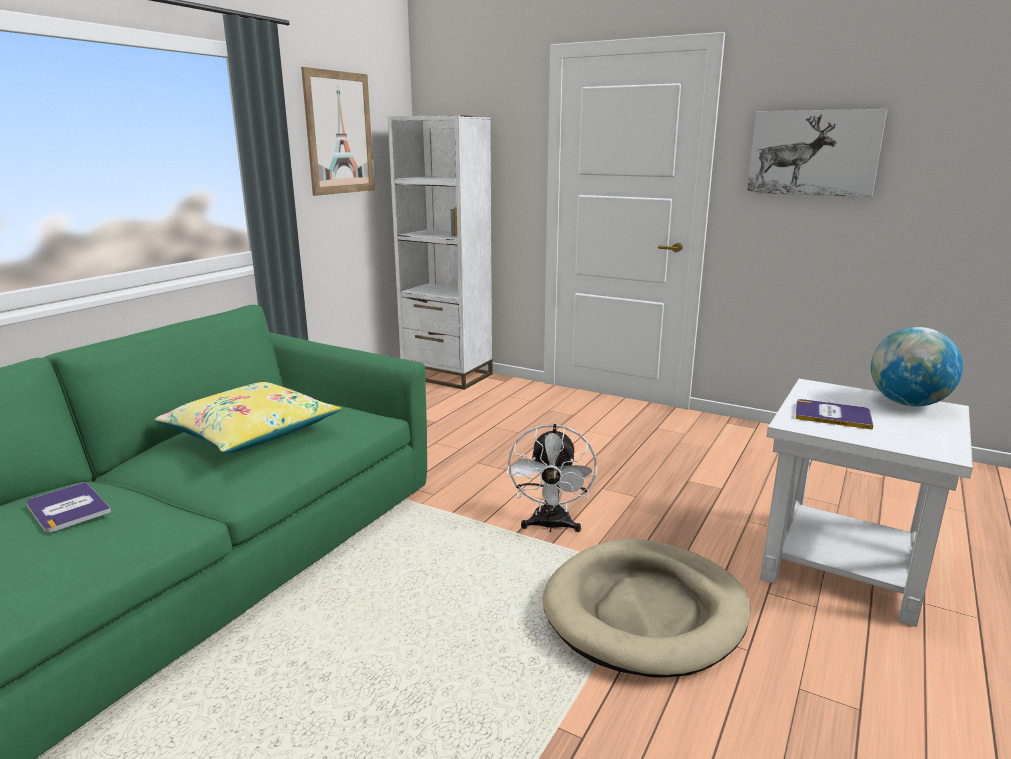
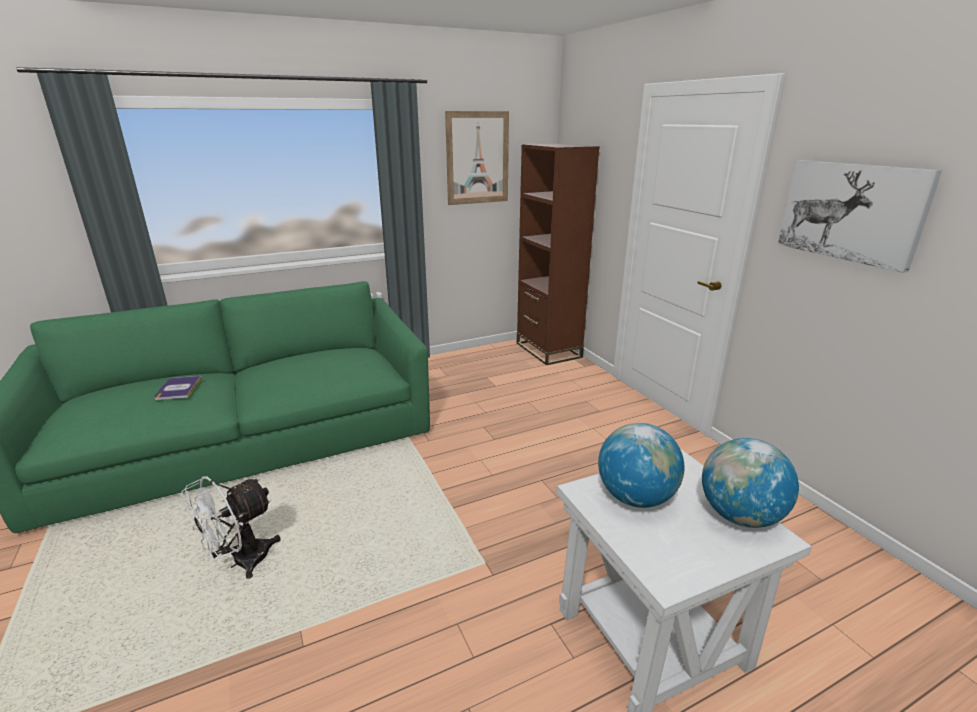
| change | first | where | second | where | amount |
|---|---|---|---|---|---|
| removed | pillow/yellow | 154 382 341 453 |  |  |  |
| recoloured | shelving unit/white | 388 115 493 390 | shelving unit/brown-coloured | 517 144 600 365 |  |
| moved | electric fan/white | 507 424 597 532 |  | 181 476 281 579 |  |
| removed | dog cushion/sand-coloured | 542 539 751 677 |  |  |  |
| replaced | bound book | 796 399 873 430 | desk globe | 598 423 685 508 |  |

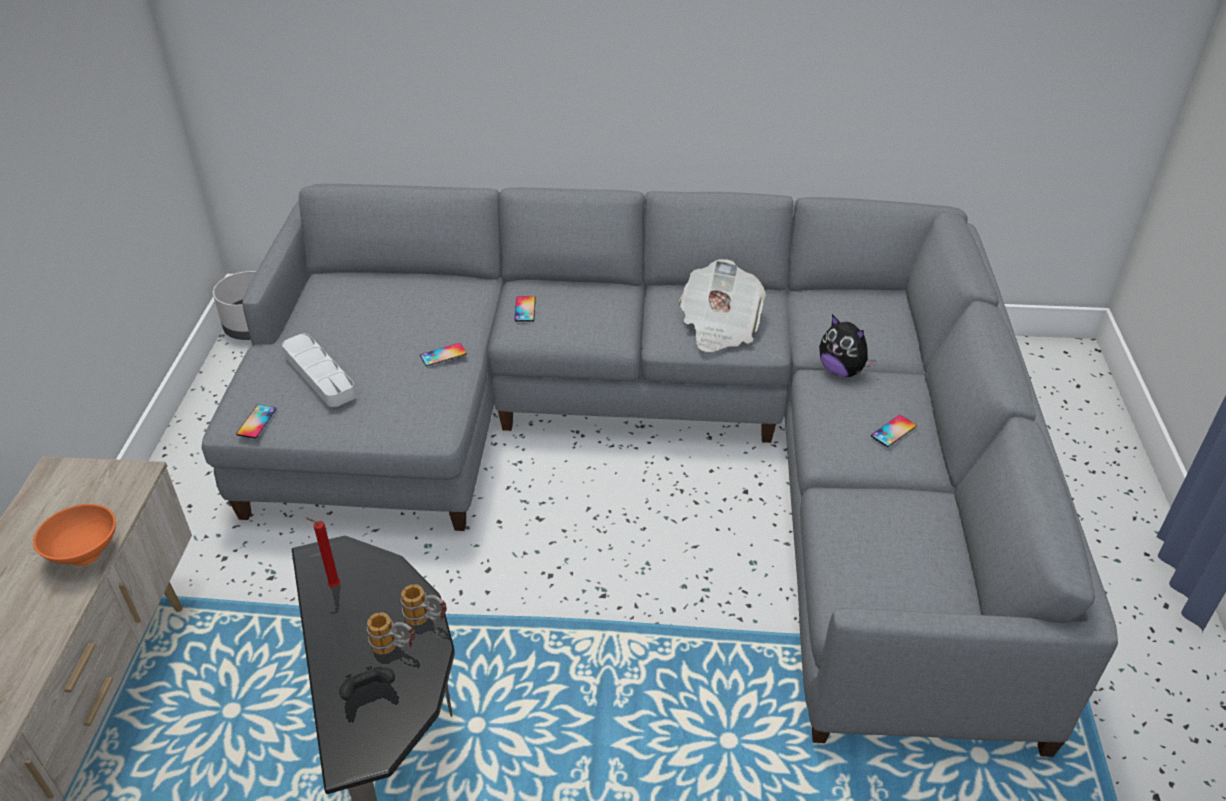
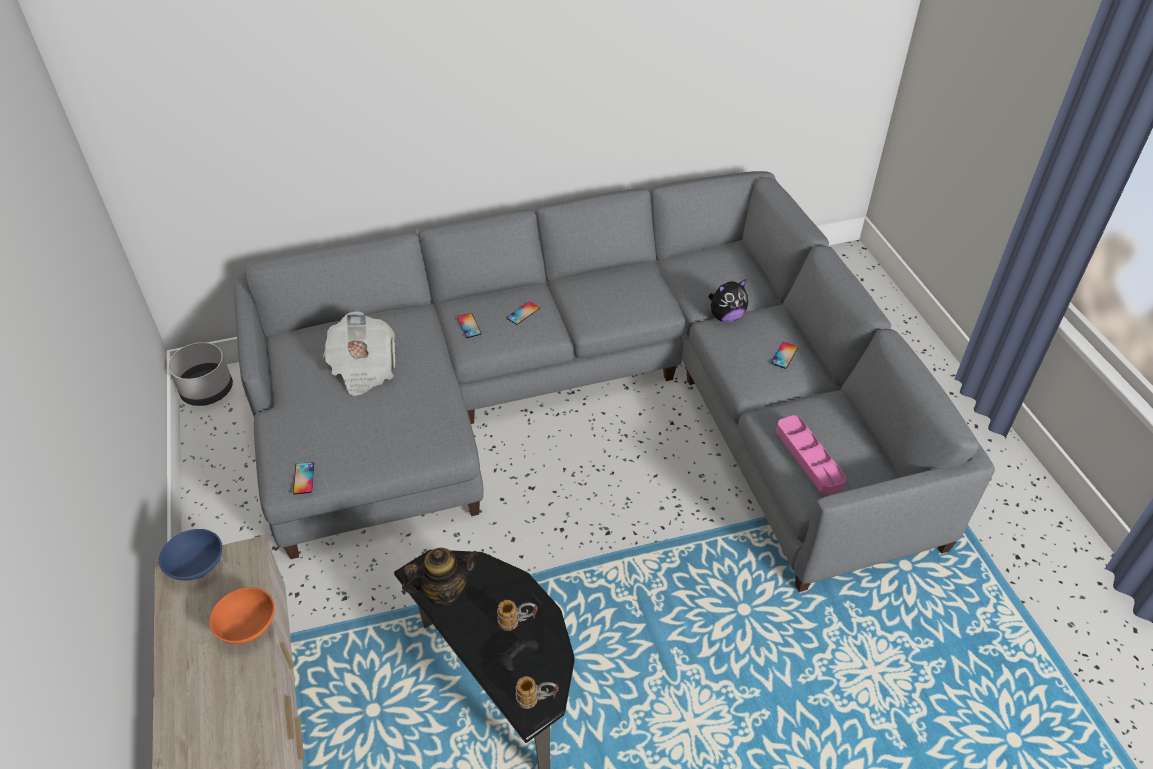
| change | first | where | second | where | amount |
|---|---|---|---|---|---|
| removed | carrying tray/greyish | 282 334 356 407 |  |  |  |
| replaced | candle/red | 306 518 340 587 | pot for tea | 402 548 478 606 |  |
| moved | mug | 401 584 447 625 |  | 516 676 559 709 |  |
| moved | phone | 420 343 467 366 |  | 506 301 540 325 |  |
| moved | printed paper | 679 259 766 352 |  | 323 311 395 396 |  |
| turned | soft toy | 819 314 876 377 |  | 708 279 748 322 | 45 degrees counterclockwise |
| added |  |  | bowl/blue-coloured | 159 529 222 581 |  |
| added |  |  | carrying tray/pinkish | 776 415 846 495 |  |

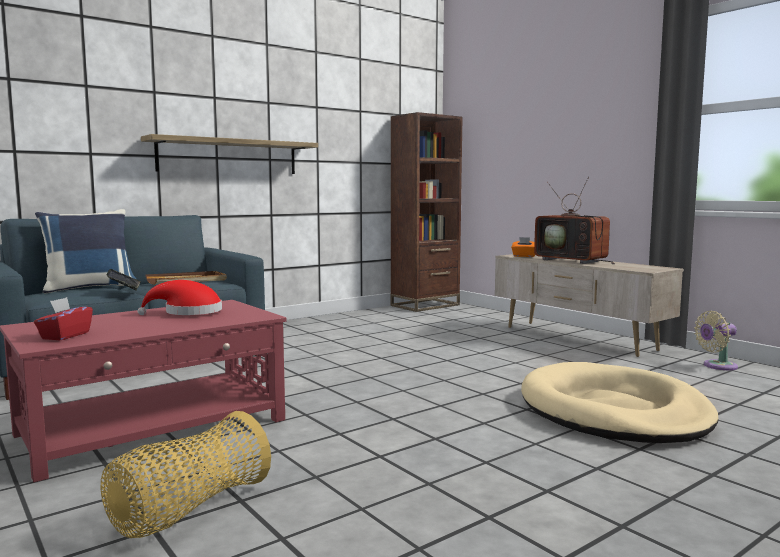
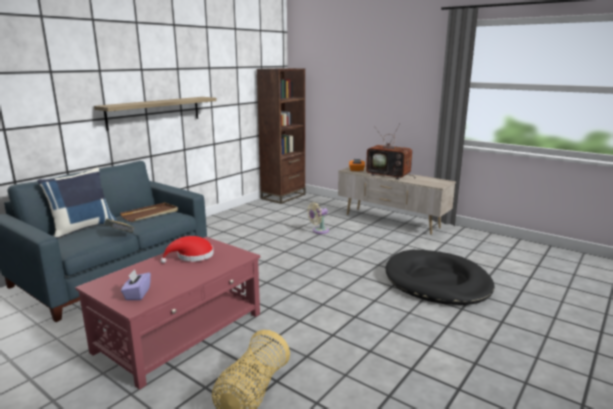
| change | first | where | second | where | amount |
|---|---|---|---|---|---|
| recoloured | tissue box/red | 34 297 93 340 | tissue box/purple-coloured | 121 269 151 300 |  |
| recoloured | dog cushion/sand-coloured | 521 362 718 443 | dog cushion/blackish | 386 250 495 305 |  |
| moved | electric fan/sand-coloured | 694 311 738 370 |  | 307 202 329 234 |  |

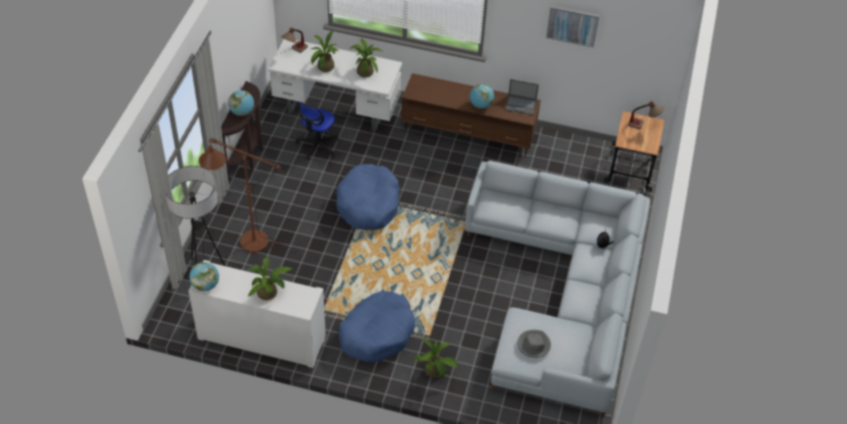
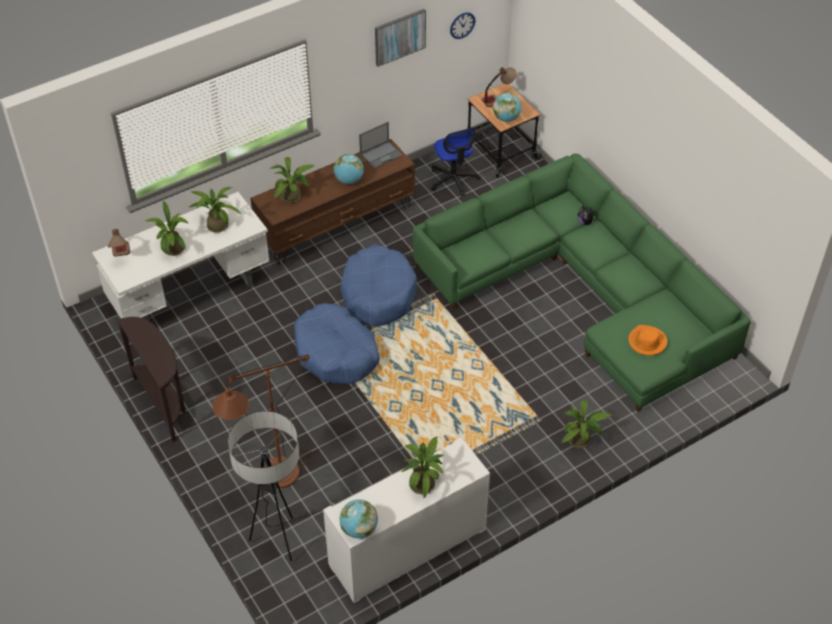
| change | first | where | second | where | amount |
|---|---|---|---|---|---|
| moved | desk globe | 228 90 254 116 |  | 493 93 522 122 |  |
| moved | computer chair | 295 102 339 160 |  | 431 128 480 197 |  |
| moved | dog cushion/blue-coloured | 339 291 415 362 |  | 340 245 417 326 |  |
| recoloured | couch/greyish | 465 160 650 416 | couch/greenish | 413 154 751 412 |  |
| recoloured | clothing hat/greyish | 517 330 551 358 | clothing hat/orange | 628 325 667 356 |  |
| added |  |  | potted plant | 270 157 315 203 |  |
| added |  |  | hanging clock | 450 12 475 39 |  |

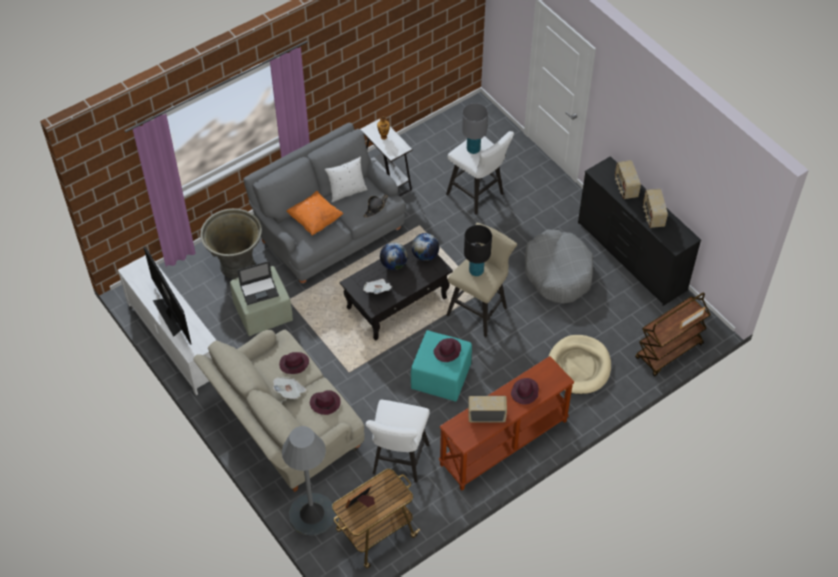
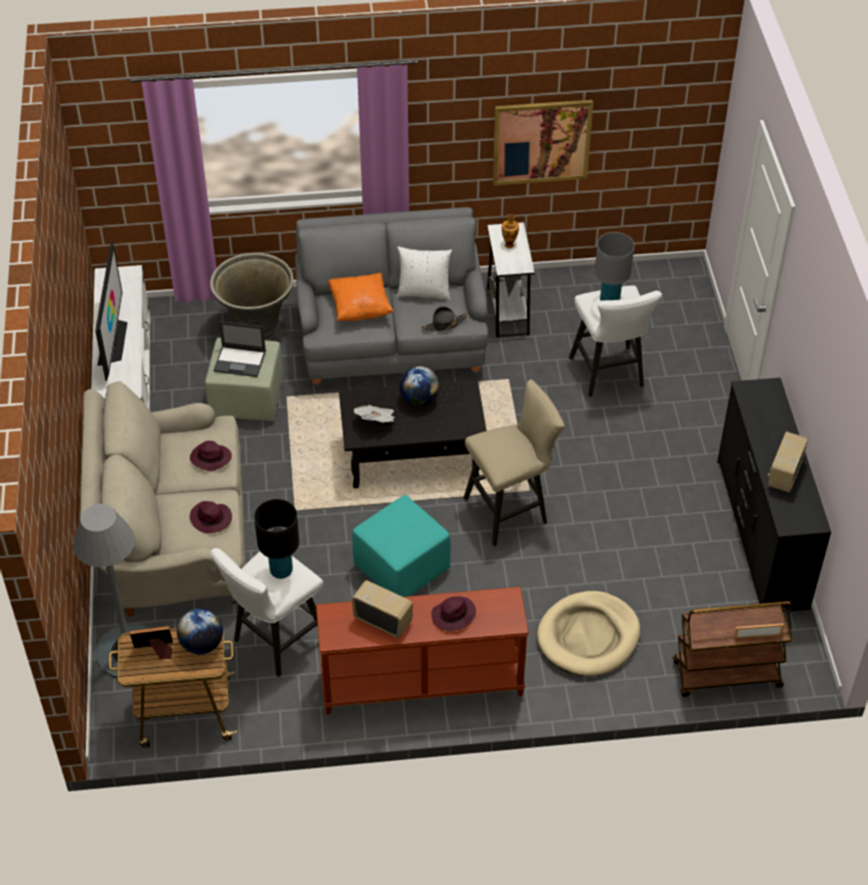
| change | first | where | second | where | amount |
|---|---|---|---|---|---|
| removed | printed paper | 273 377 307 399 |  |  |  |
| moved | desk globe | 411 233 439 261 |  | 177 608 223 654 |  |
| removed | clothing hat/purple-coloured | 433 338 461 362 |  |  |  |
| moved | lamp for a table/blackish | 464 225 492 276 |  | 254 499 299 579 |  |
| removed | dog cushion/greyish | 525 229 593 304 |  |  |  |
| removed | radio | 615 160 641 199 |  |  |  |
| added |  |  | wall picture | 493 100 593 185 |  |

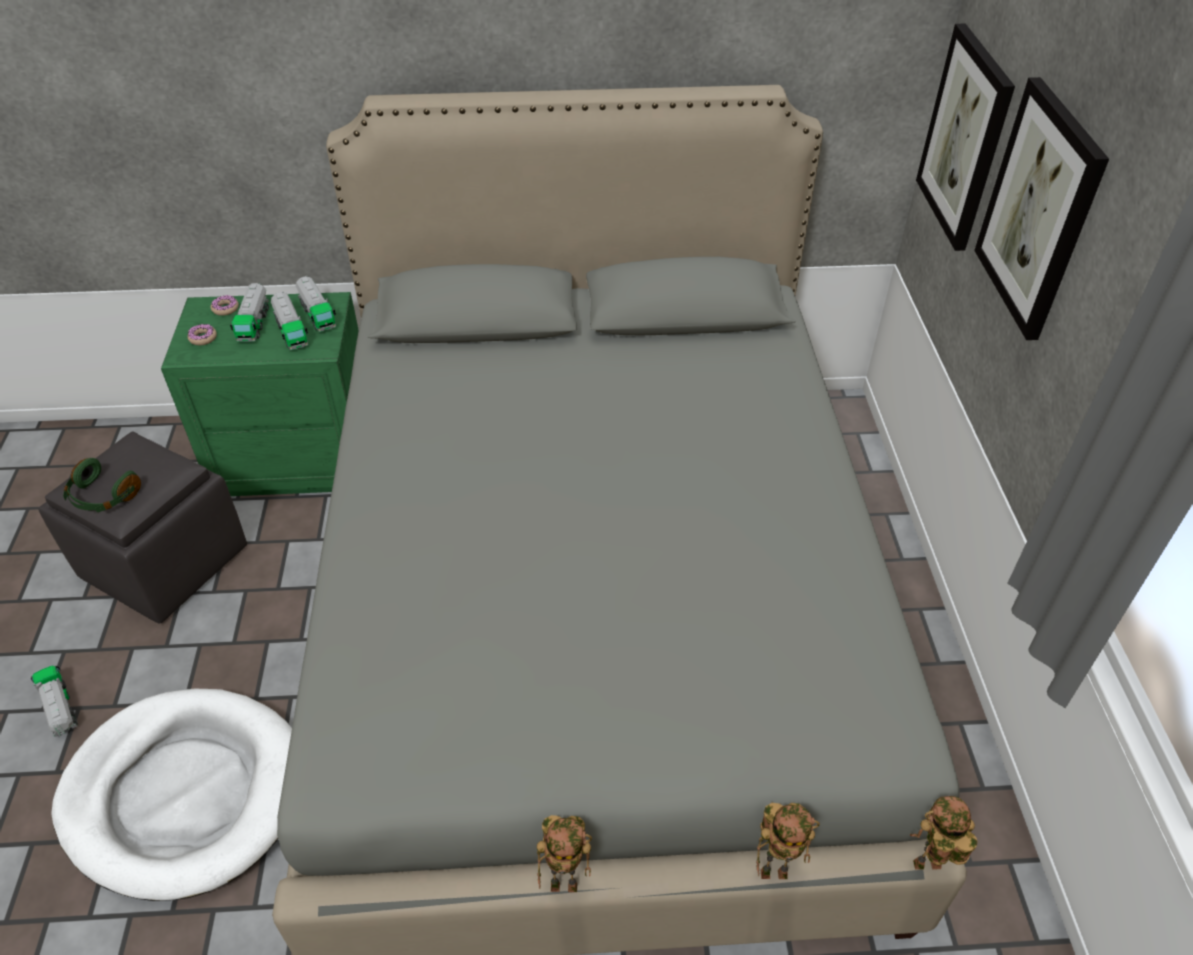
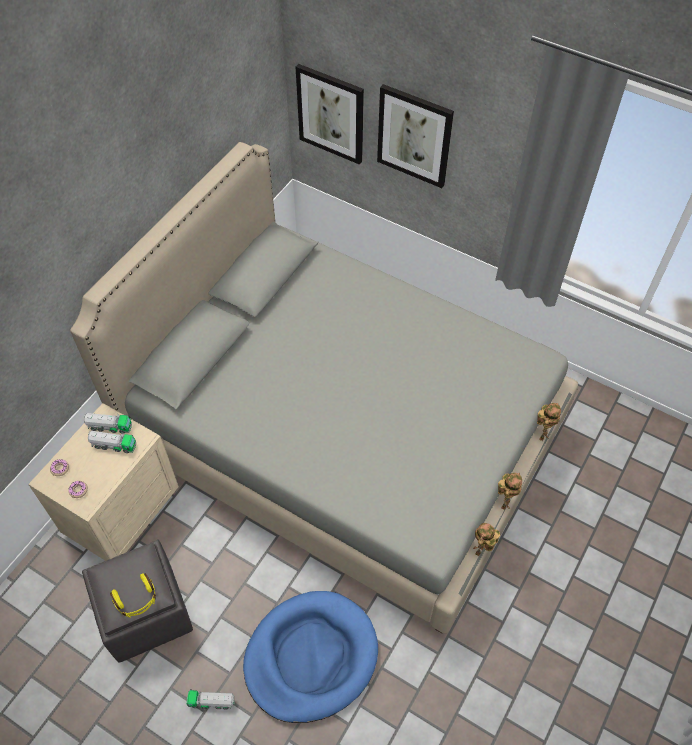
| change | first | where | second | where | amount |
|---|---|---|---|---|---|
| recoloured | dog cushion/white | 51 689 292 901 | dog cushion/blue-coloured | 243 591 378 723 |  |
| recoloured | headset/greenish | 63 458 141 512 | headset/yellow | 110 573 156 618 |  |
| recoloured | bedside table/greenish | 161 292 359 496 | bedside table/sand-coloured | 28 403 179 561 |  |
| removed | model truck | 230 283 269 342 |  |  |  |
| moved | toy robot | 910 796 977 870 |  | 473 523 500 556 |  |

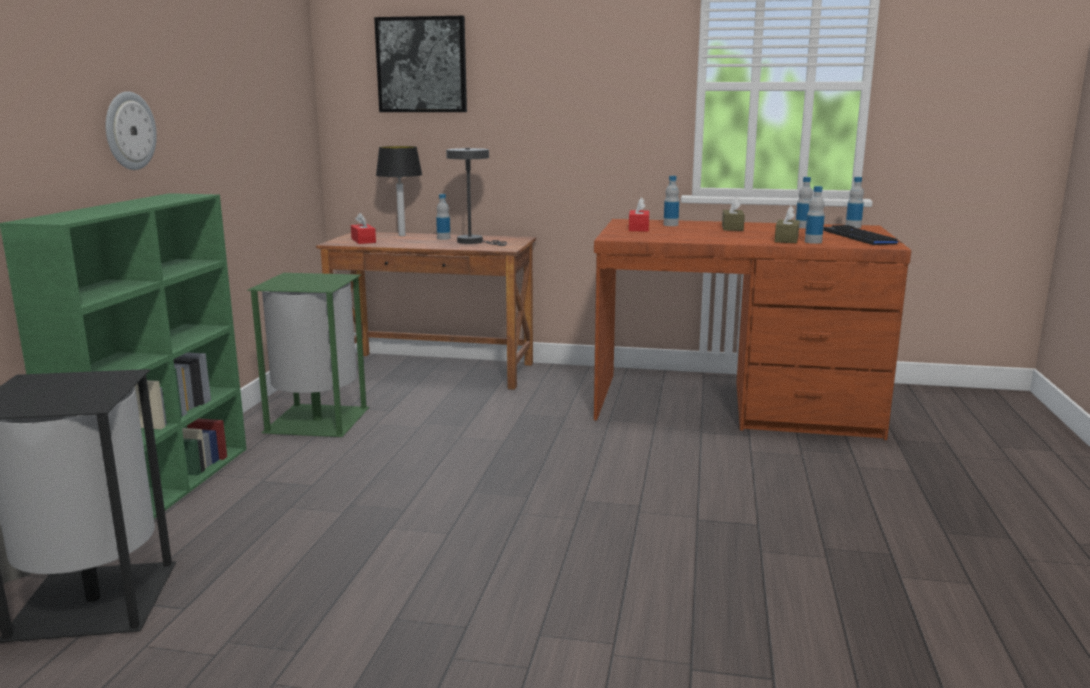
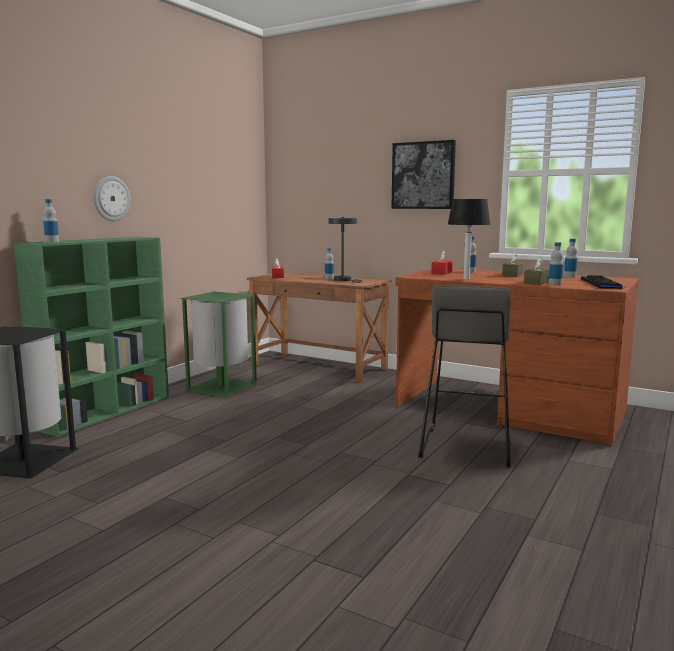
| change | first | where | second | where | amount |
|---|---|---|---|---|---|
| moved | wall picture | 374 16 467 112 |  | 391 140 456 209 |  |
| moved | lamp for a table | 376 146 423 236 |  | 448 199 491 280 |  |
| moved | bottle | 846 177 864 228 |  | 43 199 59 242 |  |
| added |  |  | stool/greyish | 418 285 511 468 |  |

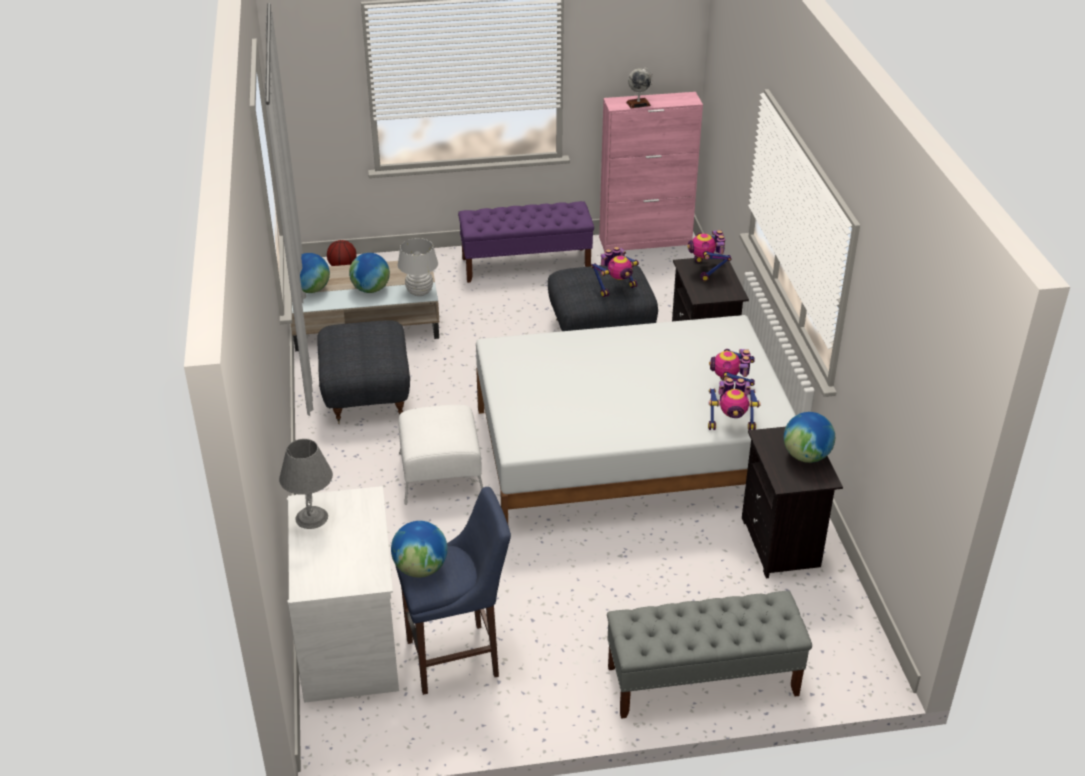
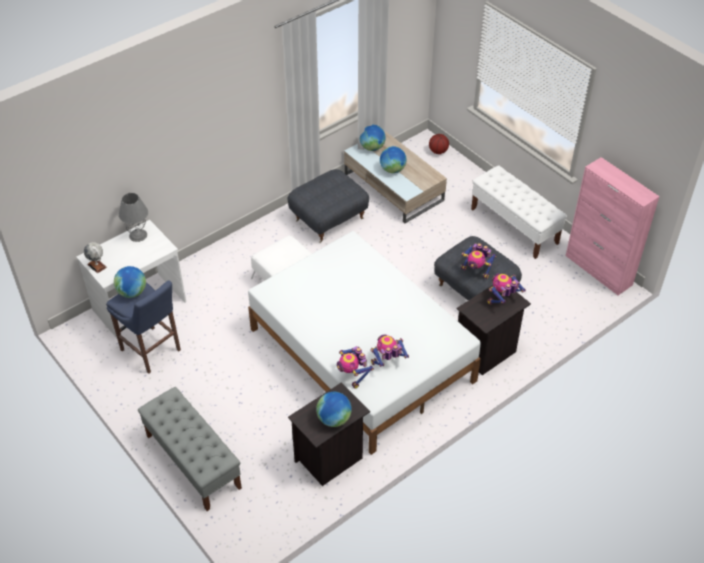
| change | first | where | second | where | amount |
|---|---|---|---|---|---|
| removed | lamp for a table/white | 398 238 438 296 |  |  |  |
| recoloured | long seat/purple-coloured | 458 201 594 283 | long seat/white | 471 166 567 259 |  |
| moved | desk globe | 626 68 653 108 |  | 84 242 107 273 |  |

